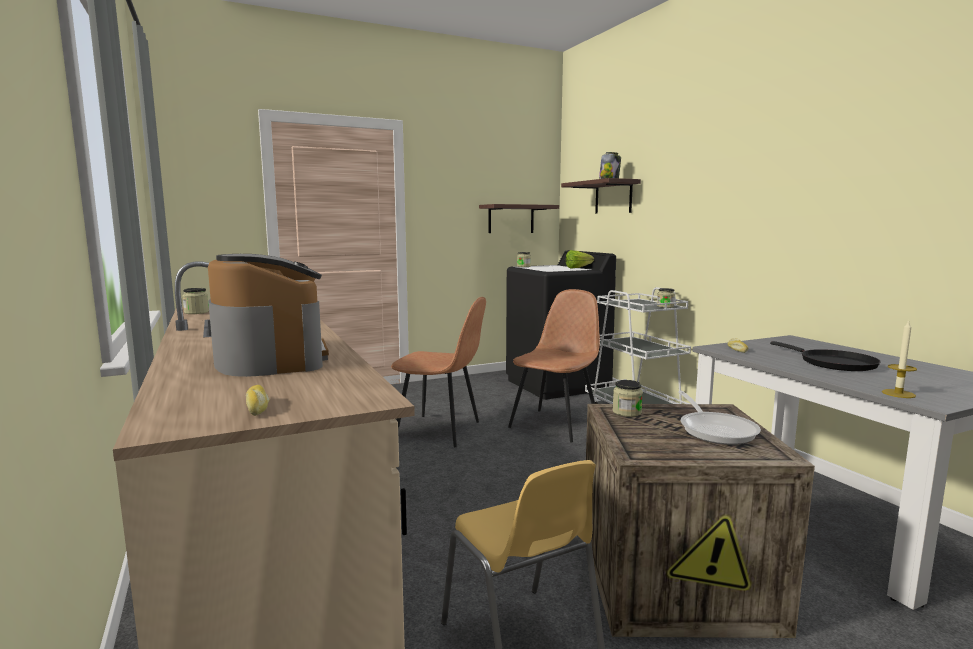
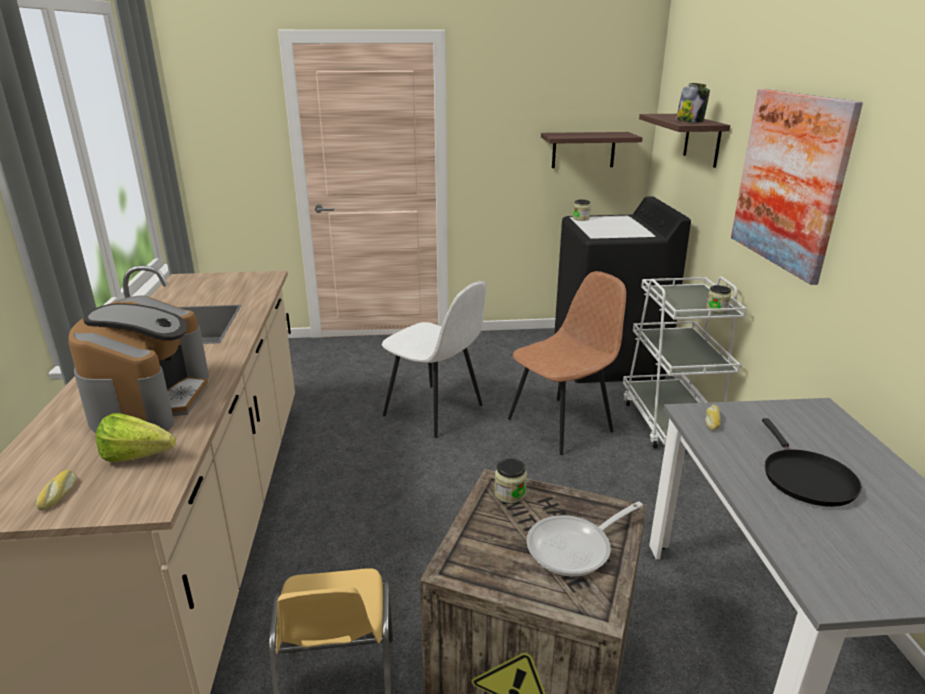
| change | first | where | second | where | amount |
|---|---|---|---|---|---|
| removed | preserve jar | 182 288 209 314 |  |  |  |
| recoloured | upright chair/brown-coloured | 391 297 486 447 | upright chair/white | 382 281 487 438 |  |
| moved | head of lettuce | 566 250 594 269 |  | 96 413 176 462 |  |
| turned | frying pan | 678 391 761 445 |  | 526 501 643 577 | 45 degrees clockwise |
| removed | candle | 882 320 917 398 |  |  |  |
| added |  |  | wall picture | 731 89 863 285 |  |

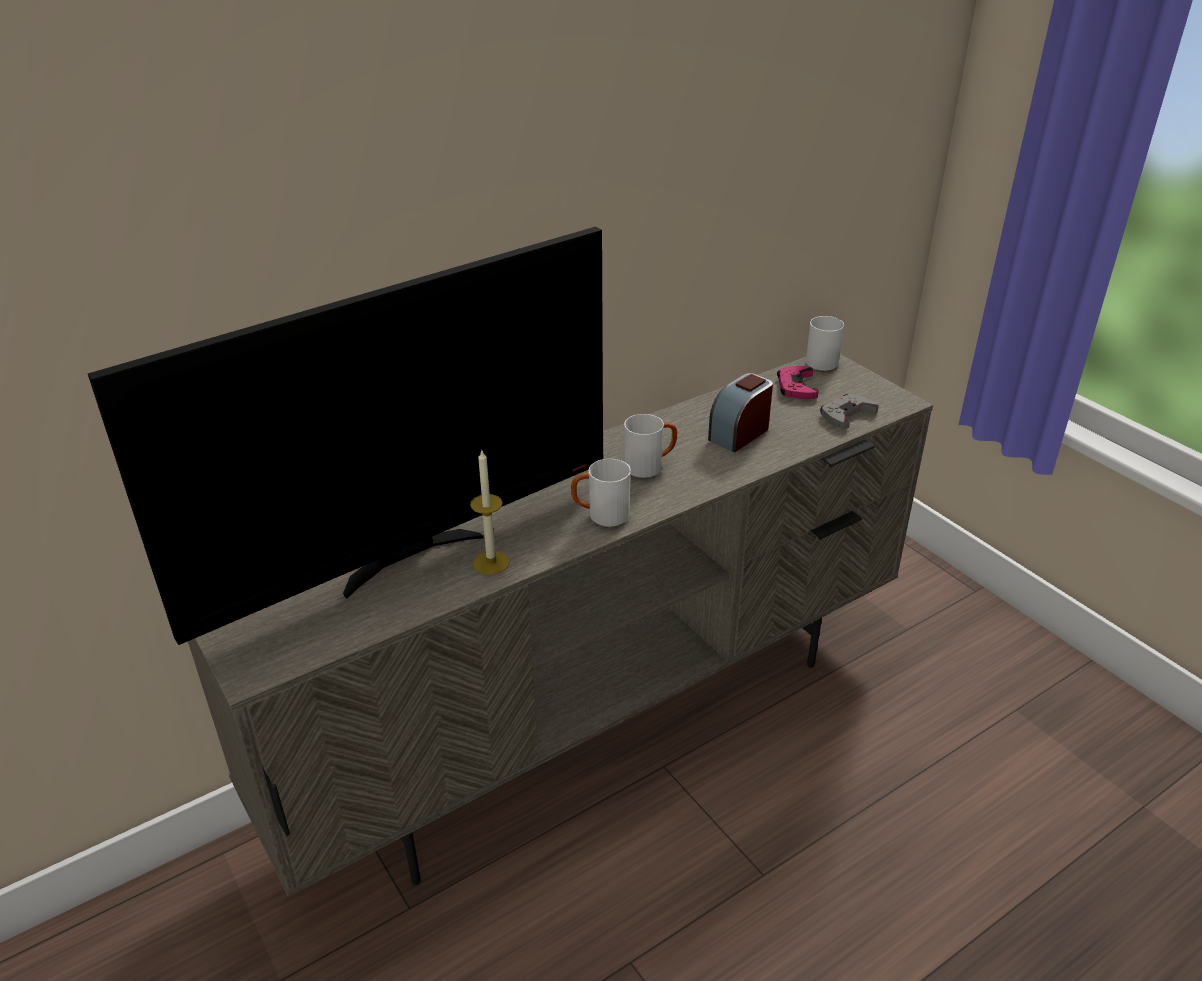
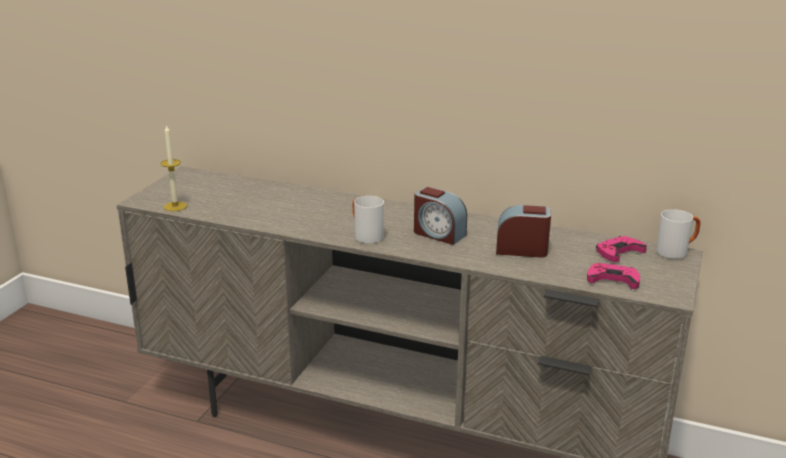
| change | first | where | second | where | amount |
|---|---|---|---|---|---|
| removed | TV | 88 227 603 645 |  |  |  |
| moved | candle | 470 451 510 575 |  | 160 124 187 211 |  |
| replaced | mug/white | 624 414 677 478 | table clock | 414 187 467 245 |  |
| recoloured | joypad/greyish | 820 394 879 429 | joypad/pinkish | 587 263 640 289 |  |

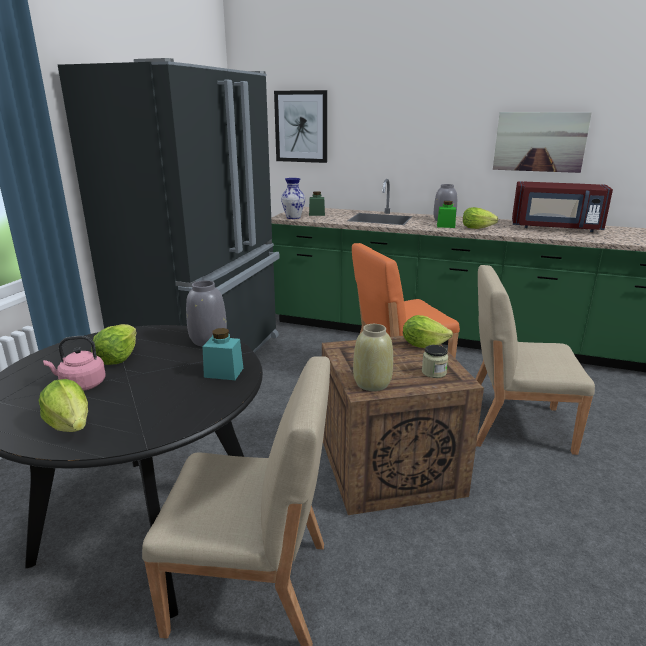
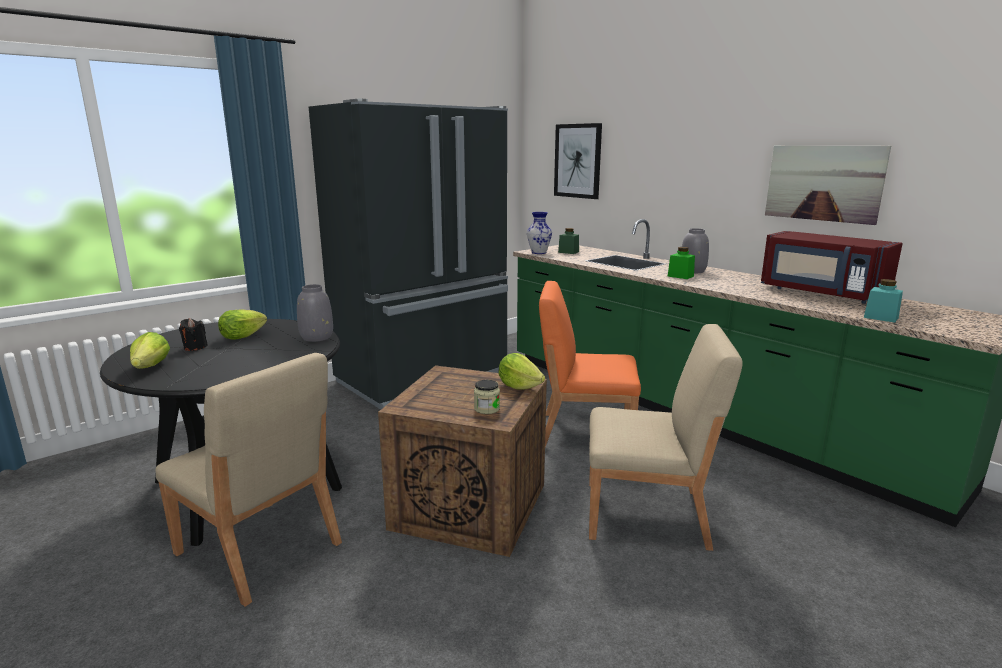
| change | first | where | second | where | amount |
|---|---|---|---|---|---|
| replaced | tea kettle/pinkish | 43 336 106 391 | candle/blackish | 179 318 208 351 |  |
| moved | preserve jar/turquoise-coloured | 203 328 243 380 |  | 864 279 903 323 |  |
| removed | decorative vase/sand-coloured | 353 324 393 391 |  |  |  |
| removed | head of lettuce | 463 207 498 229 |  |  |  |
| turned | upright chair/sand-coloured | 475 265 595 455 |  | 589 324 743 551 | 150 degrees clockwise |

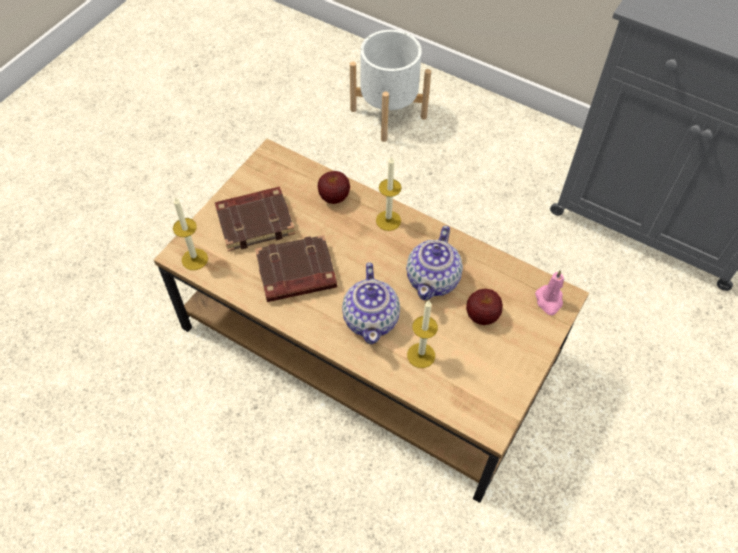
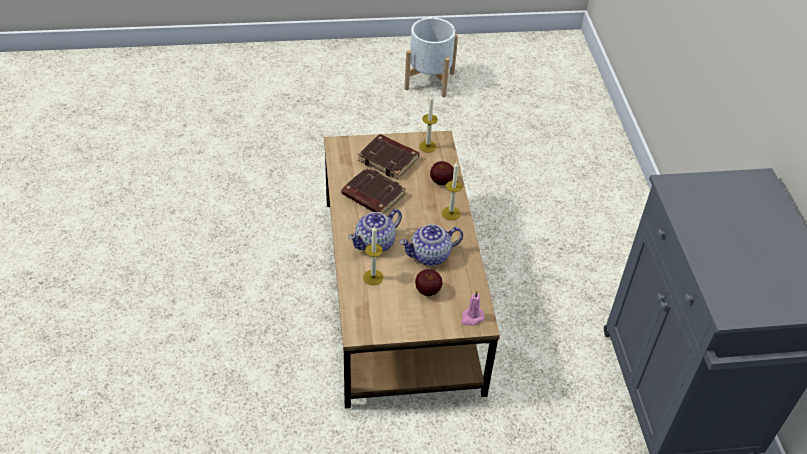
| change | first | where | second | where | amount |
|---|---|---|---|---|---|
| moved | candle | 173 198 208 270 |  | 419 95 438 153 |  |
| moved | plant pot/white | 350 30 431 142 |  | 404 18 458 97 |  |

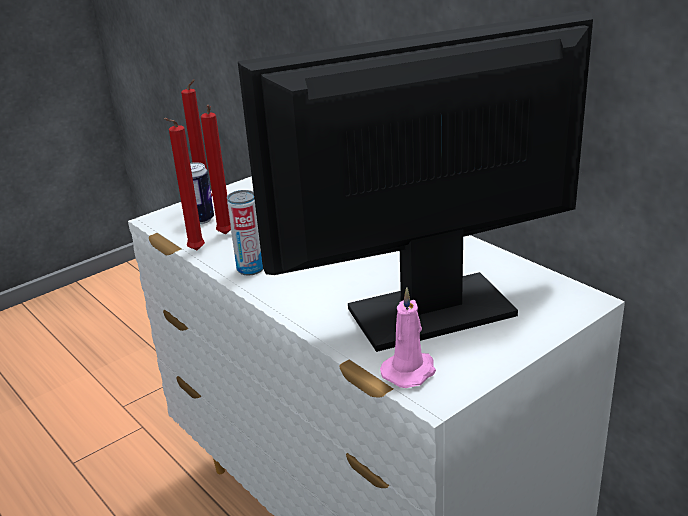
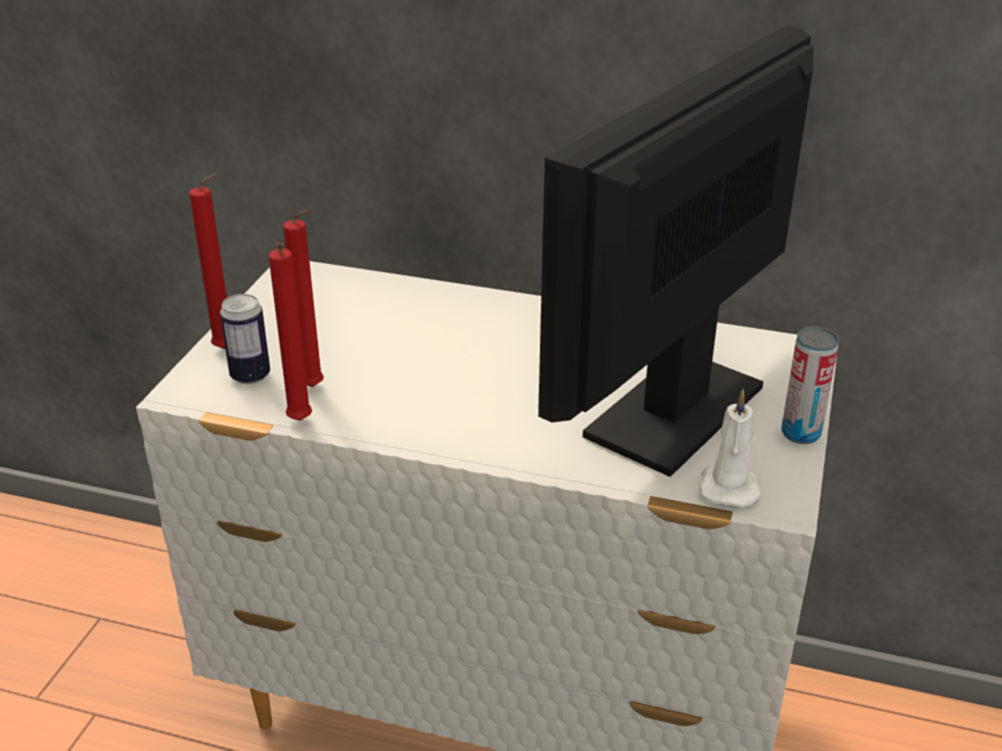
| change | first | where | second | where | amount |
|---|---|---|---|---|---|
| moved | sealed can | 227 190 263 275 |  | 781 327 839 444 |  |
| recoloured | candle/pinkish | 380 287 436 388 | candle/white | 698 389 761 507 |  |

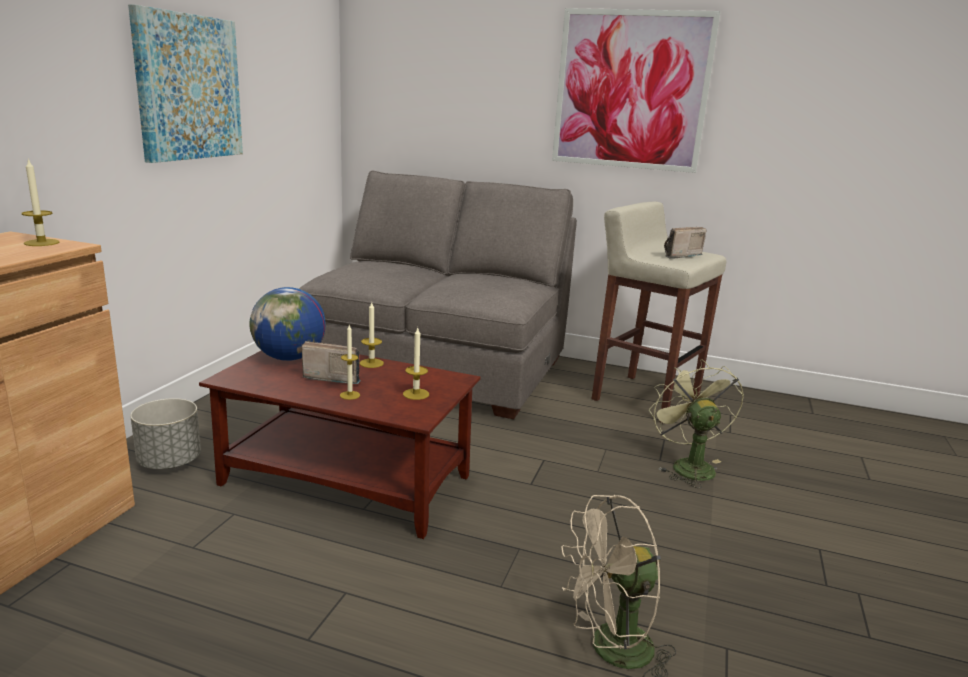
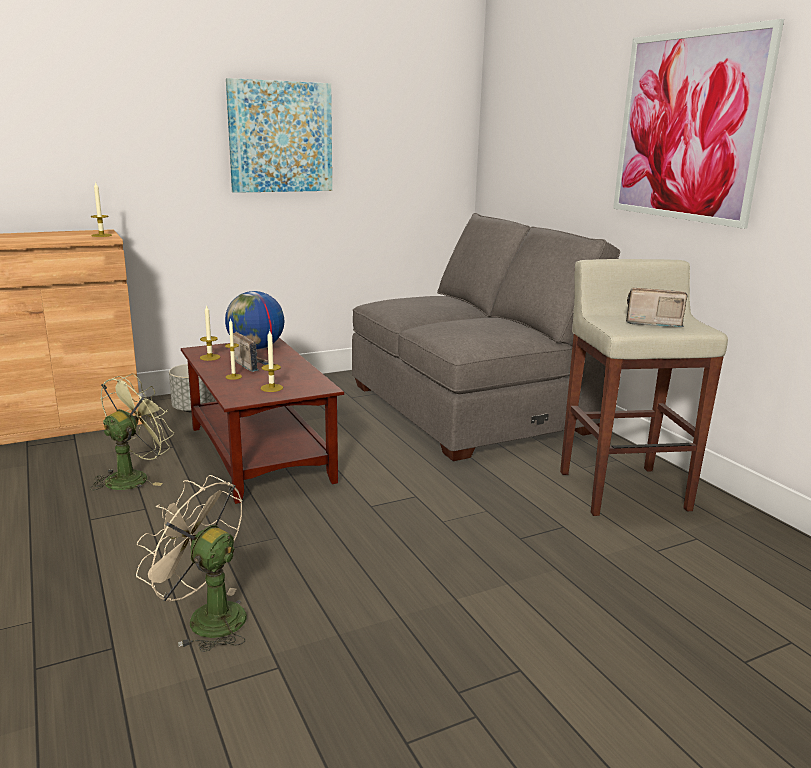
| change | first | where | second | where | amount |
|---|---|---|---|---|---|
| moved | candle | 360 301 384 368 |  | 200 305 220 361 |  |
| moved | electric fan/greenish | 649 359 744 488 |  | 90 373 174 490 |  |

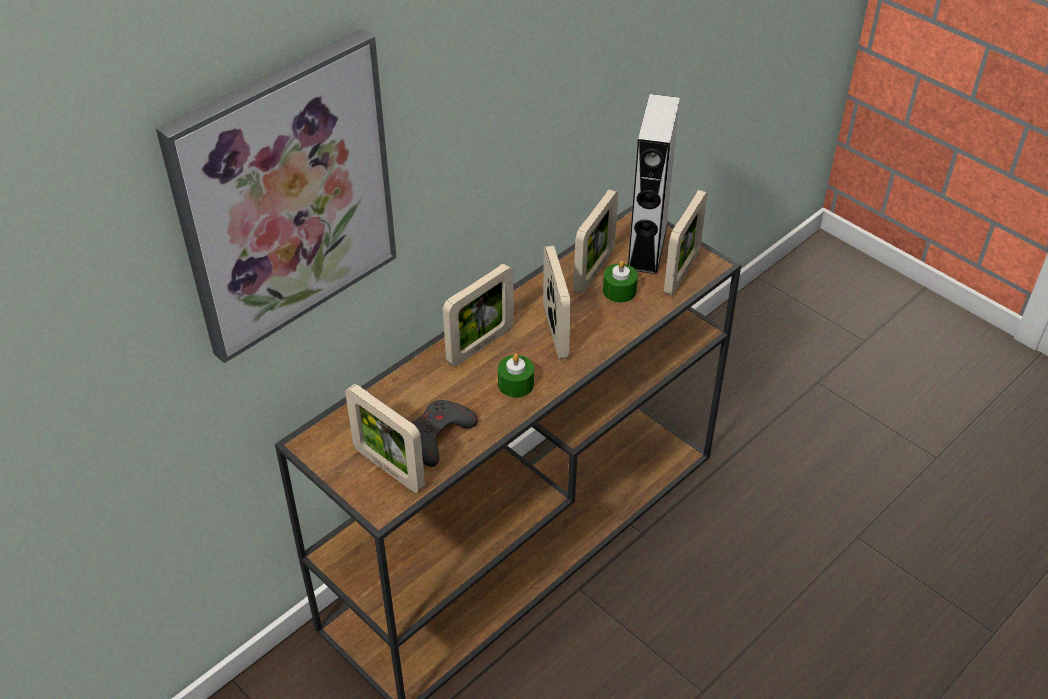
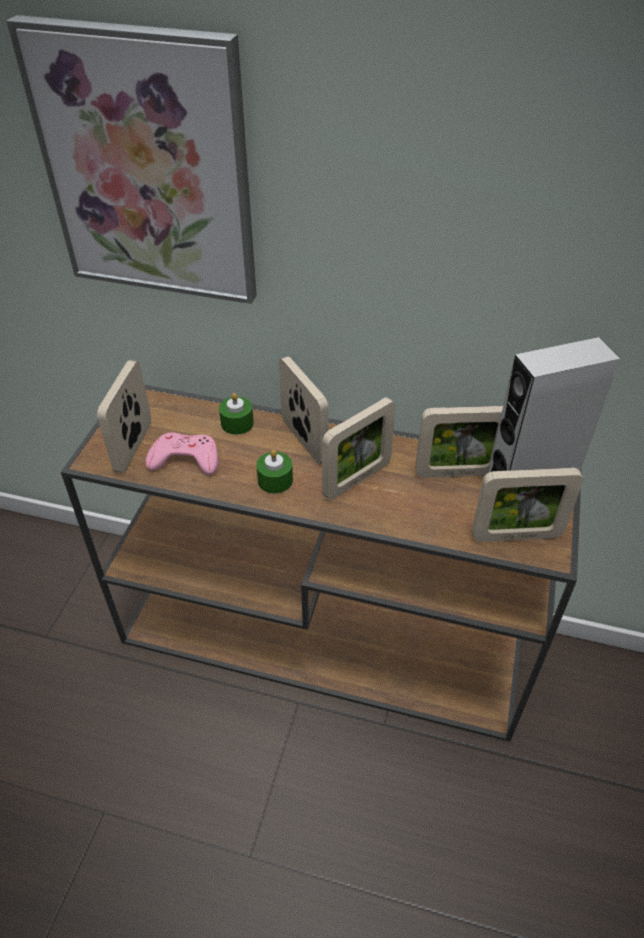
| change | first | where | second | where | amount |
|---|---|---|---|---|---|
| recoloured | joypad/greyish | 411 400 478 467 | joypad/pinkish | 146 433 218 475 |  |
| turned | picture frame | 443 264 514 367 |  | 279 356 329 464 | 135 degrees counterclockwise |
| moved | candle/greenish | 603 261 638 303 |  | 219 393 254 435 |  |

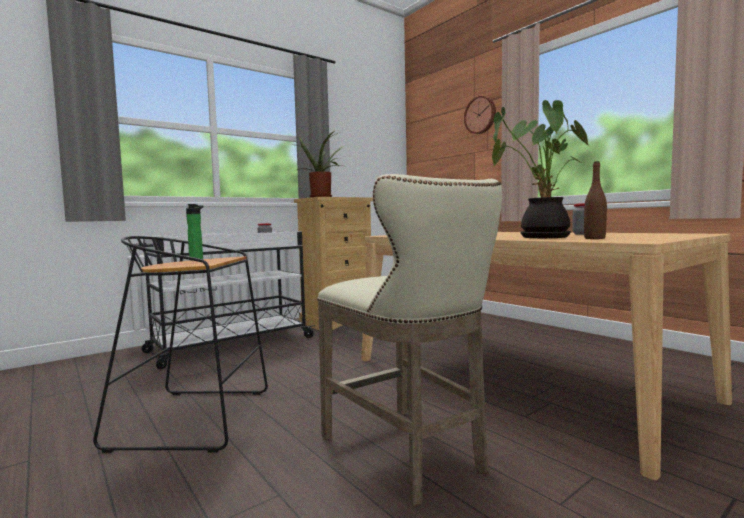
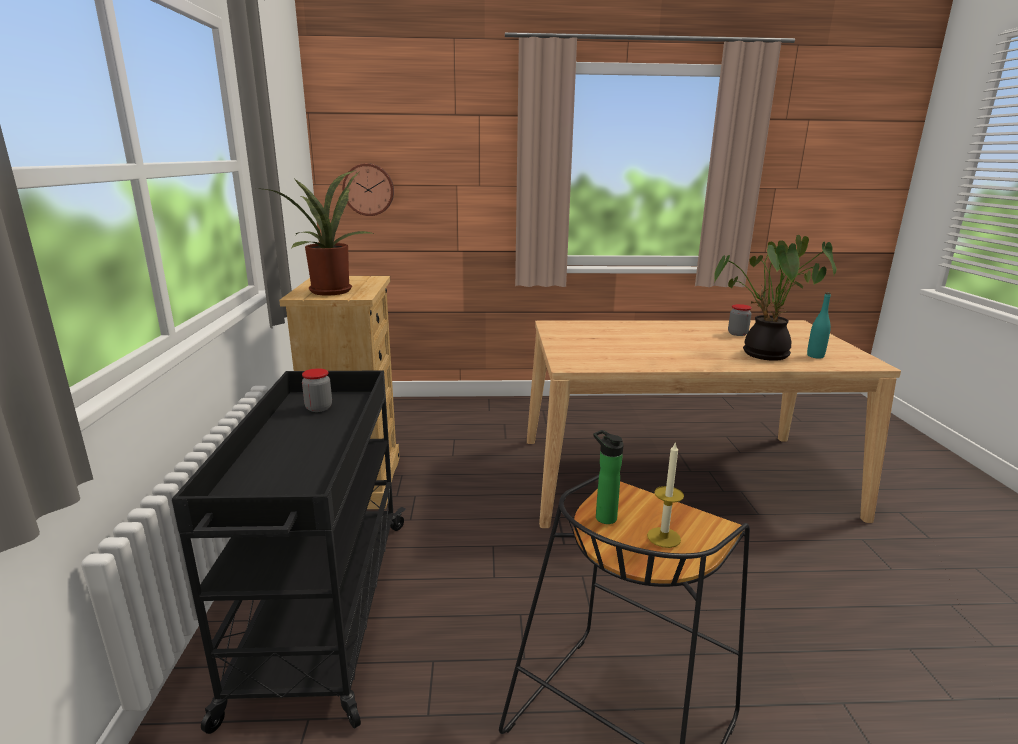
| change | first | where | second | where | amount |
|---|---|---|---|---|---|
| recoloured | wheeled cart/white | 133 231 315 369 | wheeled cart/blackish | 172 371 406 734 |  |
| removed | stool/sand-coloured | 317 174 502 506 |  |  |  |
| moved | hanging clock | 464 96 496 134 |  | 342 163 394 216 |  |
| recoloured | bottle/brown-coloured | 584 161 607 239 | bottle/turquoise-coloured | 807 293 831 359 |  |
| added |  |  | candle | 647 441 684 548 |  |

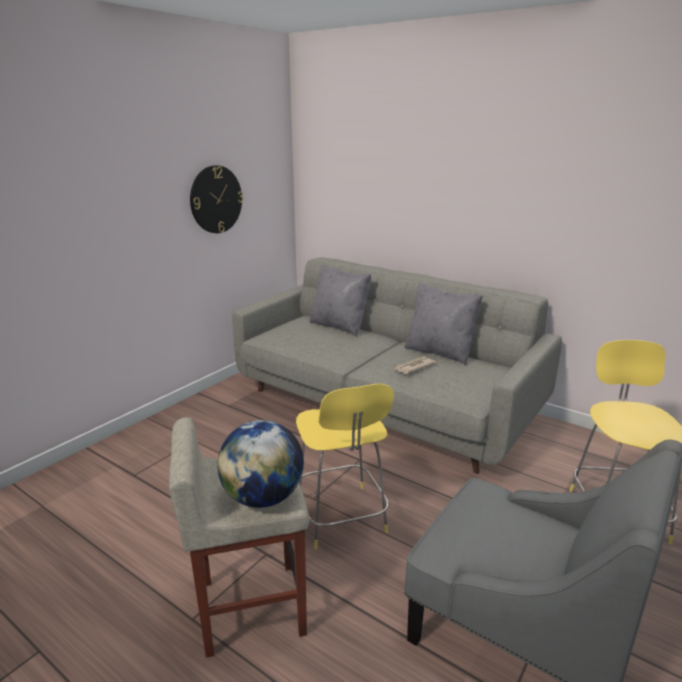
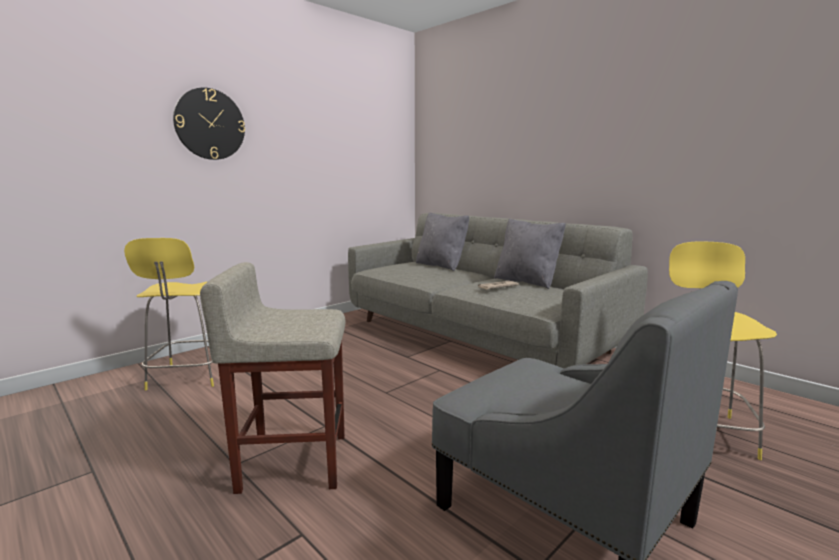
| change | first | where | second | where | amount |
|---|---|---|---|---|---|
| moved | hanging clock | 190 165 243 233 |  | 173 88 245 160 |  |
| removed | desk globe | 217 420 304 508 |  |  |  |
| moved | stool/yellow | 296 384 394 549 |  | 124 238 214 390 |  |

